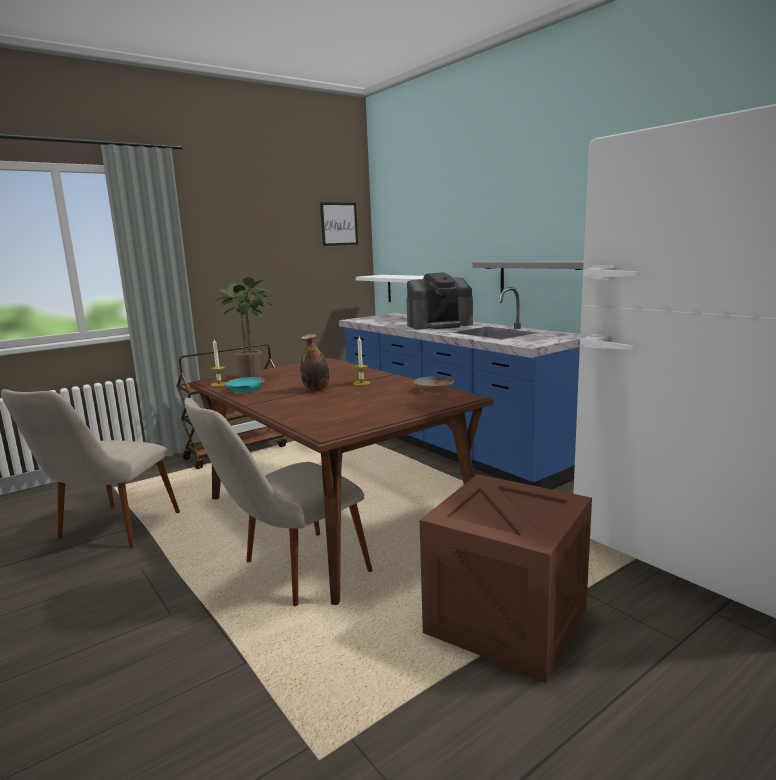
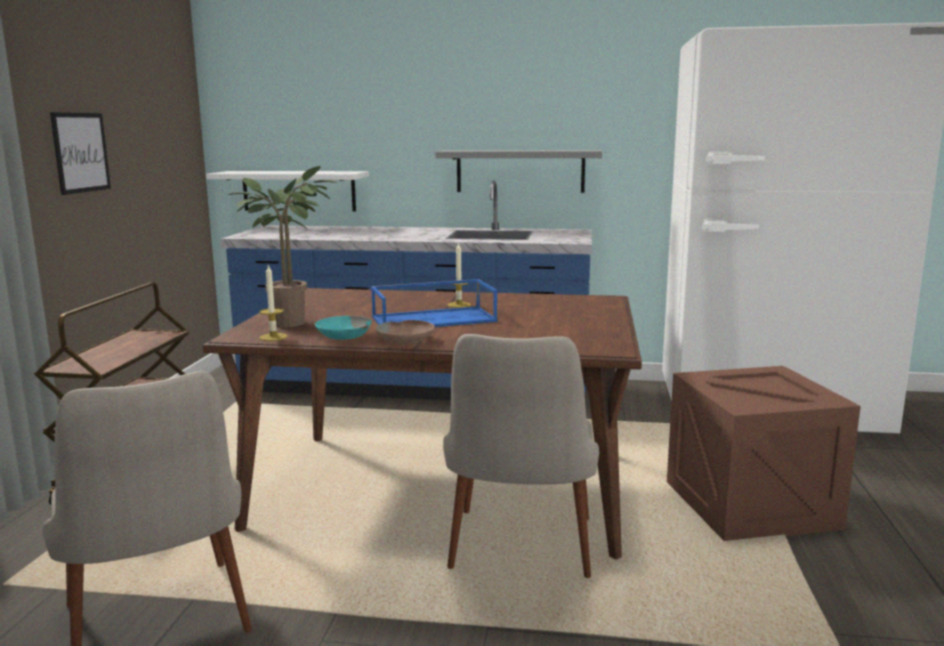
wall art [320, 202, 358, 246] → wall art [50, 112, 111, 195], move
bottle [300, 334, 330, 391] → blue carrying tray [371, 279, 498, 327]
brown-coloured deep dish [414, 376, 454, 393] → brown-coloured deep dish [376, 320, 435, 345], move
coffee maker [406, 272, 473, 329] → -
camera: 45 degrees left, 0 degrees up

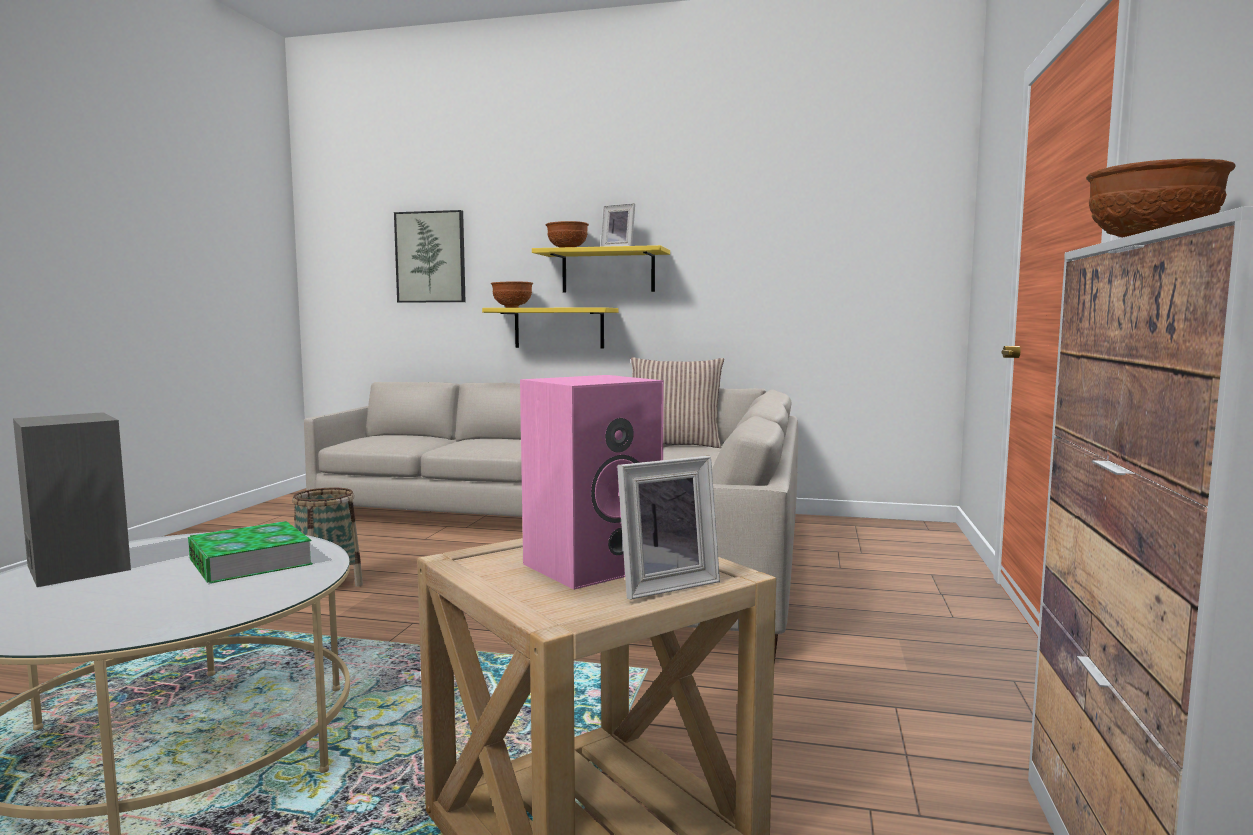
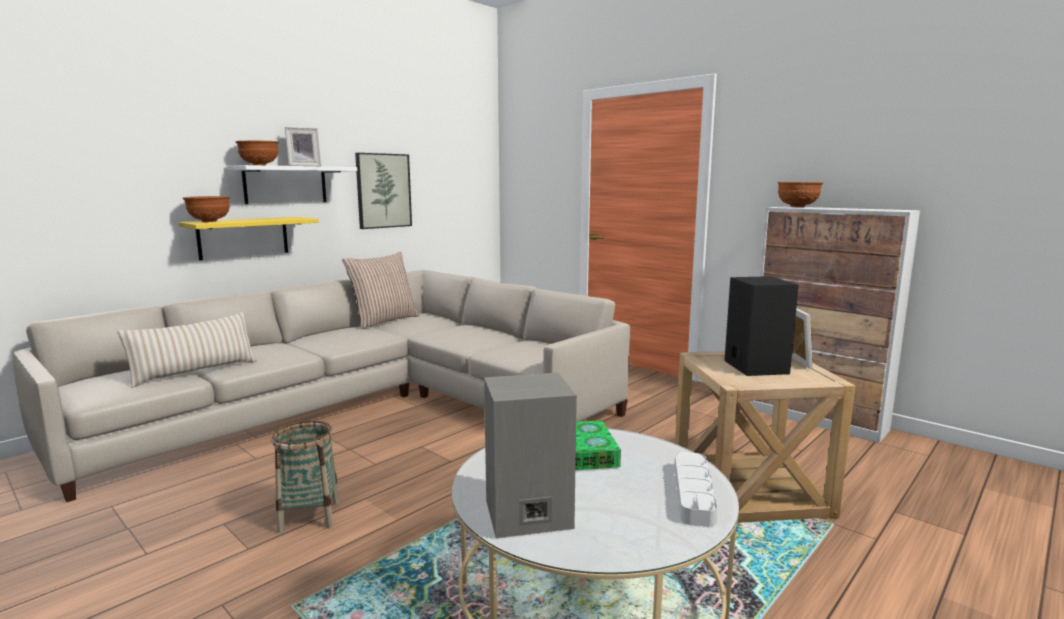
- → beige-coloured throw pillow [117, 312, 257, 388]
yellow wall shelf [532, 245, 670, 293] → white wall shelf [226, 165, 357, 204]
wall art [394, 210, 466, 303] → wall art [355, 153, 412, 229], move
- → greyish carrying tray [674, 452, 718, 527]
pinkish speaker [520, 375, 664, 590] → blackish speaker [724, 276, 799, 376]
camera: 60 degrees left, 5 degrees up

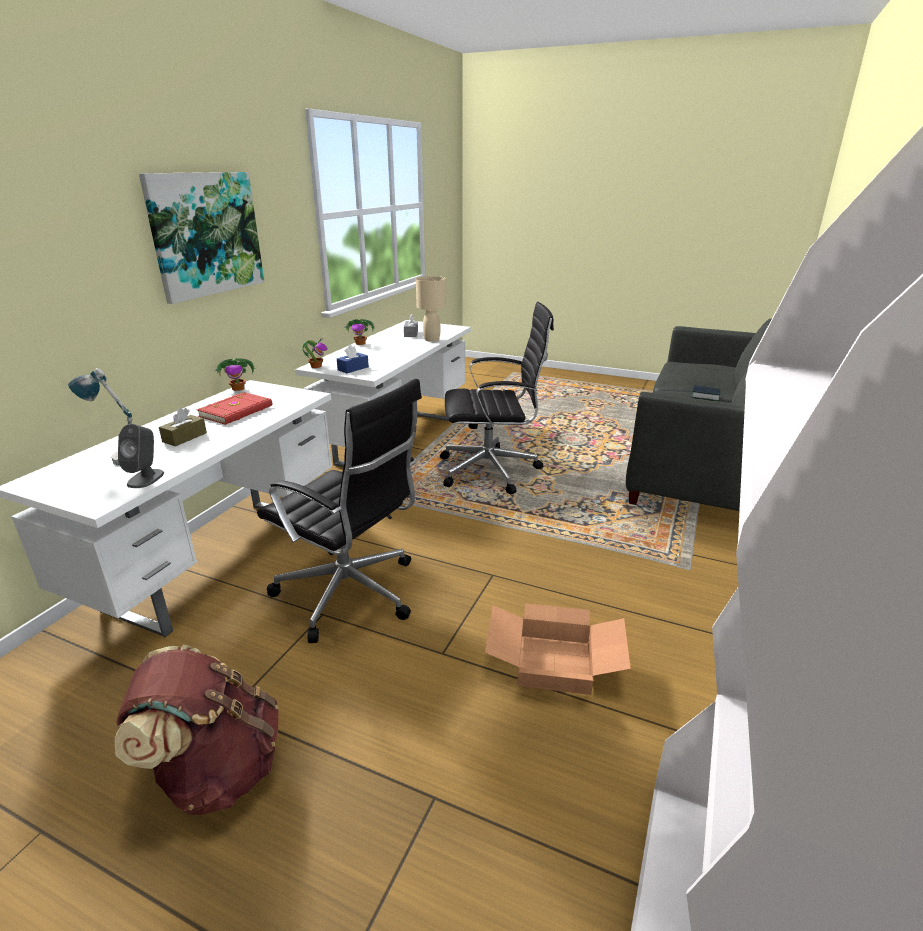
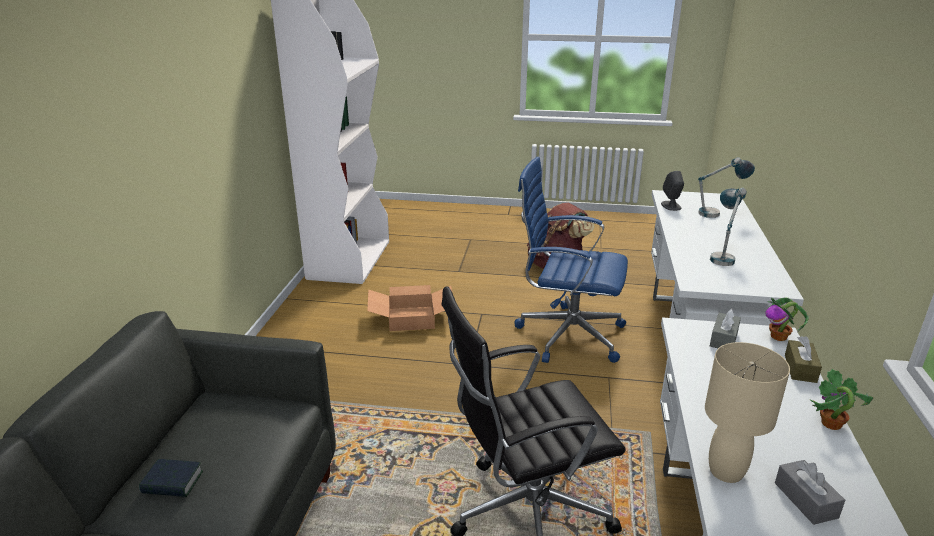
blackish desk chair [257, 379, 422, 643] → blue desk chair [514, 157, 628, 363]
reddish bound book [197, 392, 273, 425] → table lamp [710, 188, 747, 266]
blue tissue holder [337, 345, 369, 373] → greyish tissue holder [710, 309, 741, 348]
brown-coloured tissue holder [159, 408, 207, 446] → brown-coloured tissue holder [785, 336, 822, 383], move
wall art [139, 172, 264, 304] → -
potted plant [214, 358, 255, 391] → -
camera: 165 degrees right, 0 degrees up

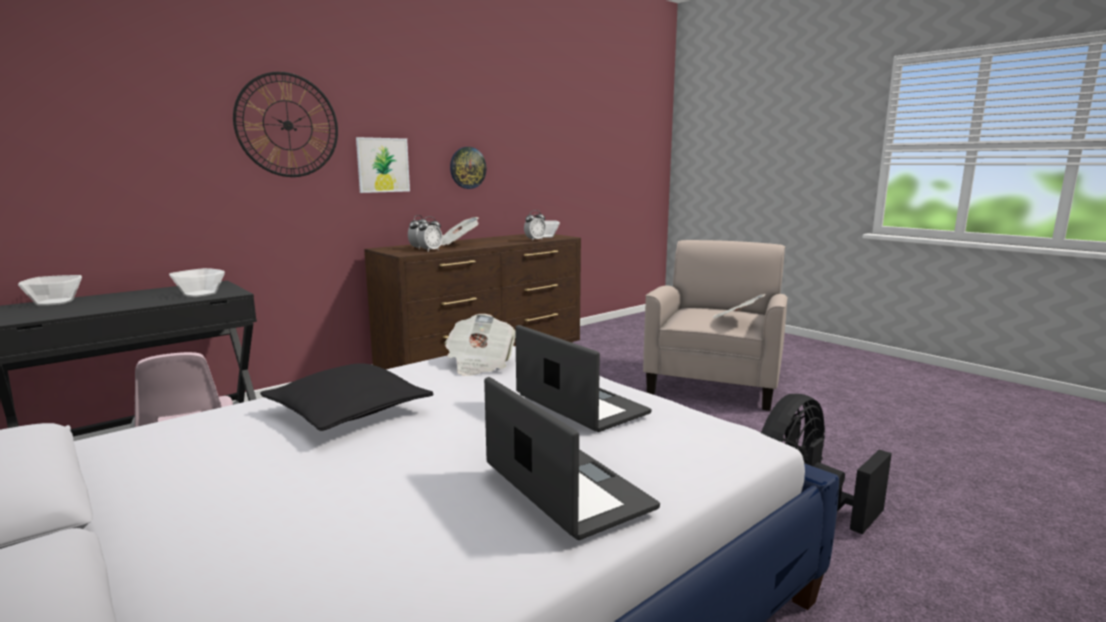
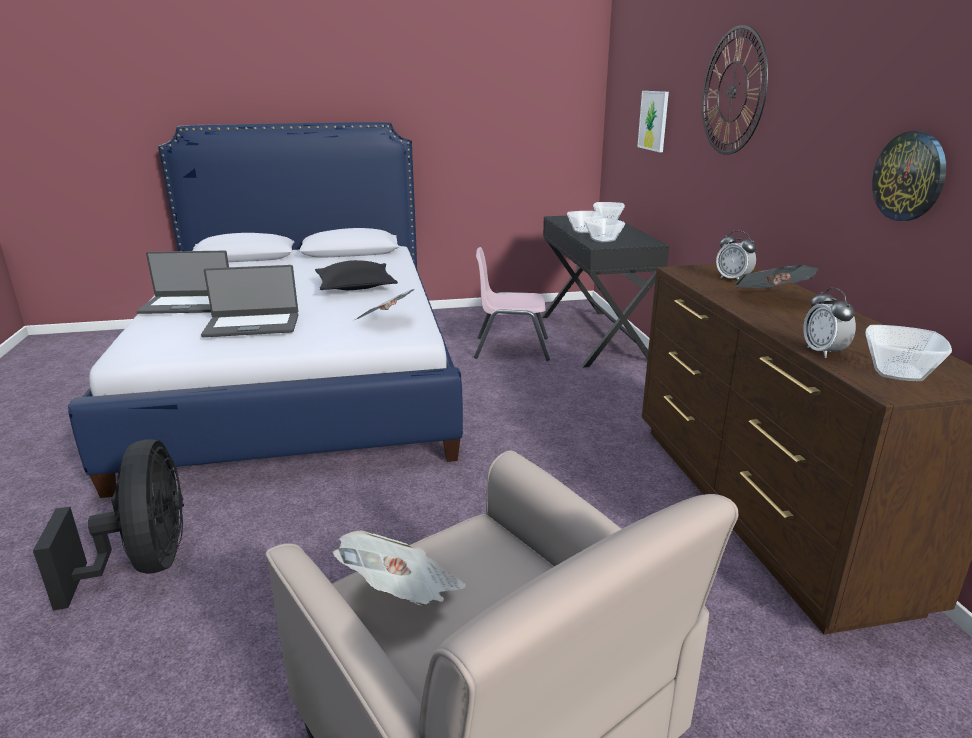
- → deep dish [567, 211, 603, 233]
wall art [356, 137, 410, 193] → wall art [637, 91, 669, 152], move
alarm clock [417, 216, 443, 251] → -
camera: 120 degrees right, 10 degrees up

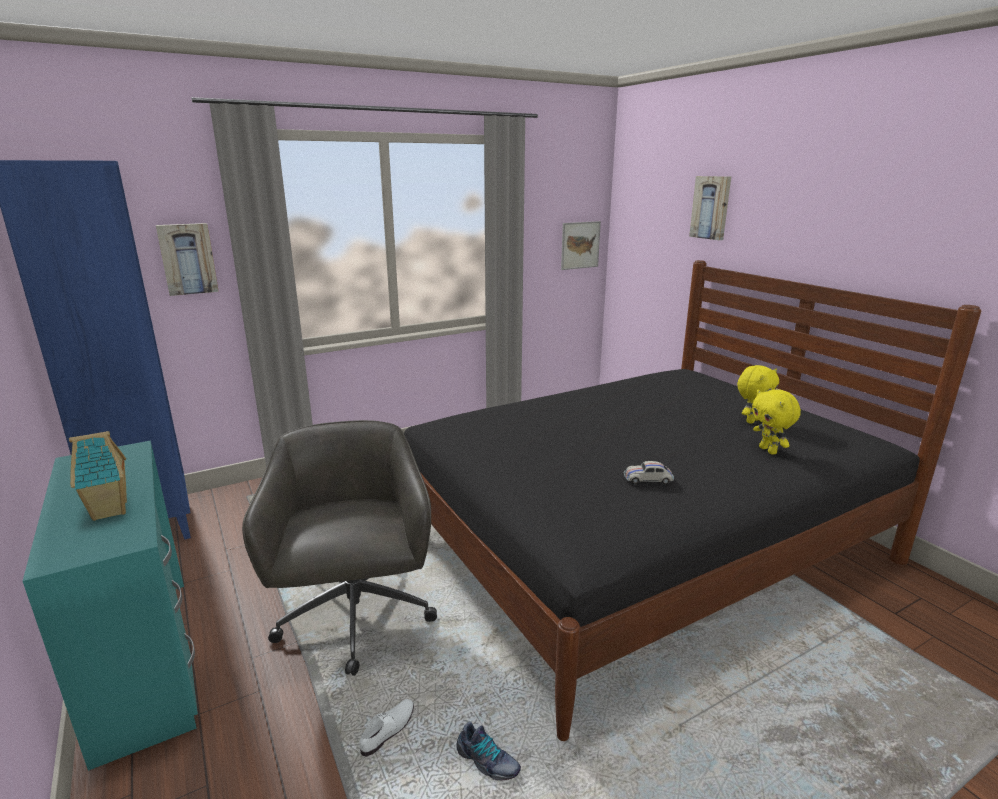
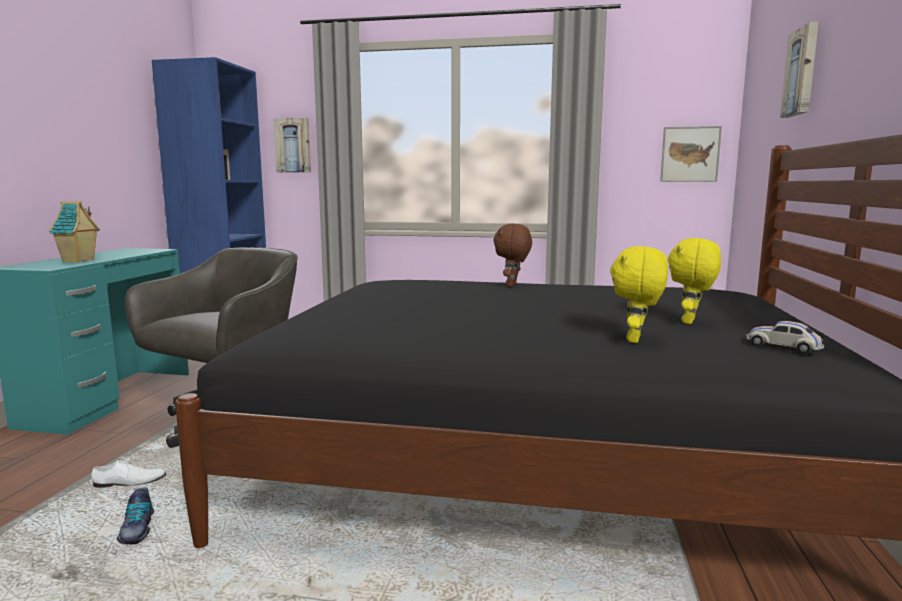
- → brown-coloured plush toy [493, 223, 532, 287]
yellow plush toy [737, 365, 779, 424] → yellow plush toy [667, 238, 721, 324], 120 degrees clockwise
white toy car [624, 461, 674, 485] → white toy car [746, 321, 824, 354], move
camera: 40 degrees right, 10 degrees down

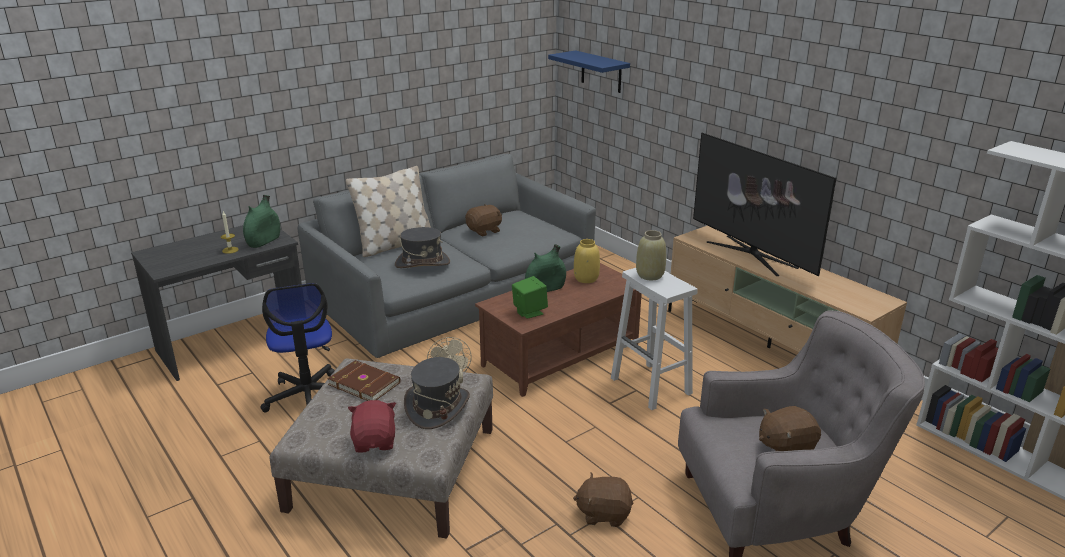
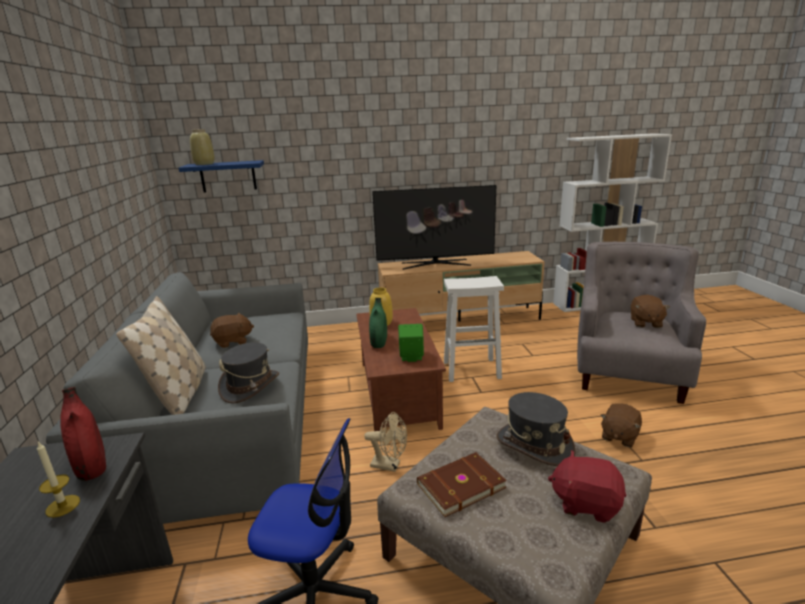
green flower vase [243, 195, 280, 248] → reddish flower vase [60, 387, 106, 481]
beige-coloured flower vase [636, 230, 666, 280] → beige-coloured flower vase [190, 129, 215, 165], move
brown-coloured plush toy [465, 204, 502, 236] → brown-coloured plush toy [210, 313, 254, 348], 75 degrees clockwise
camera: 60 degrees left, 5 degrees down

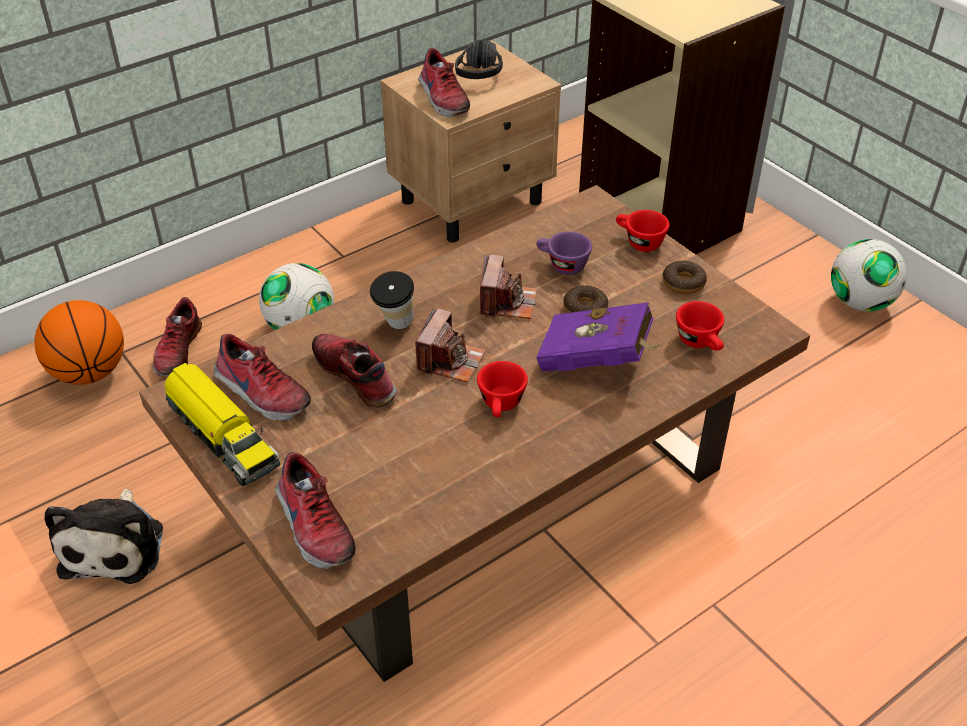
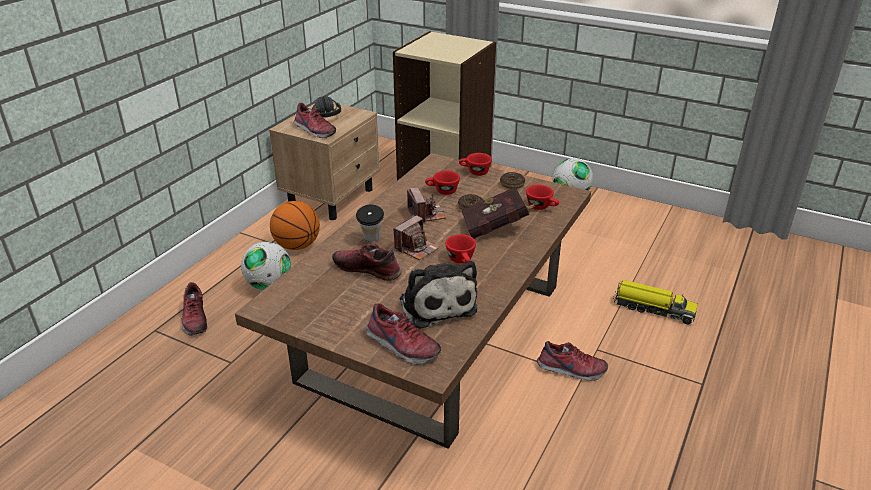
ball for basketball [34, 300, 124, 385] → ball for basketball [270, 201, 320, 250], move
photo camera [415, 308, 486, 383] → photo camera [393, 215, 440, 260], 45 degrees clockwise
plush toy [45, 489, 163, 584] → plush toy [399, 261, 477, 329], move
purple cup [536, 232, 592, 275] → reddish cup [425, 171, 460, 195]
purple bound book [536, 302, 663, 372] → reddish bound book [461, 187, 537, 239]
low shoe [214, 334, 311, 421] → low shoe [537, 341, 608, 381], move
model truck [165, 363, 280, 486] → model truck [613, 280, 698, 324], move
camera: 25 degrees left, 10 degrees down

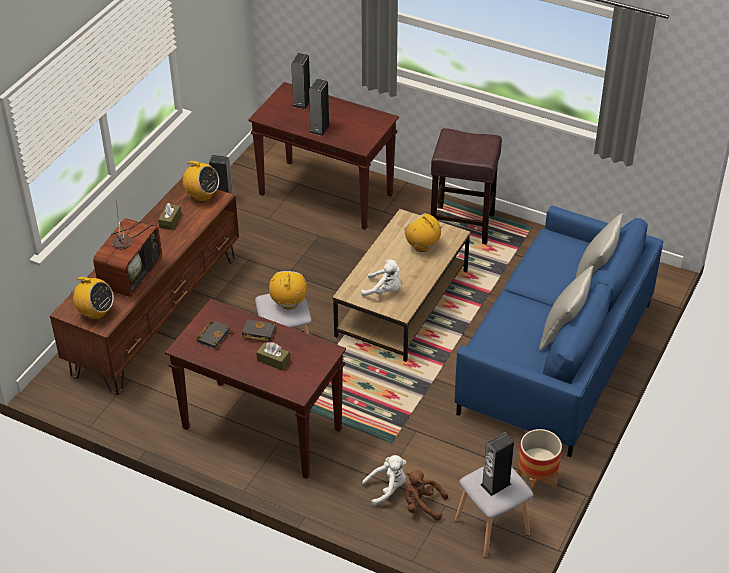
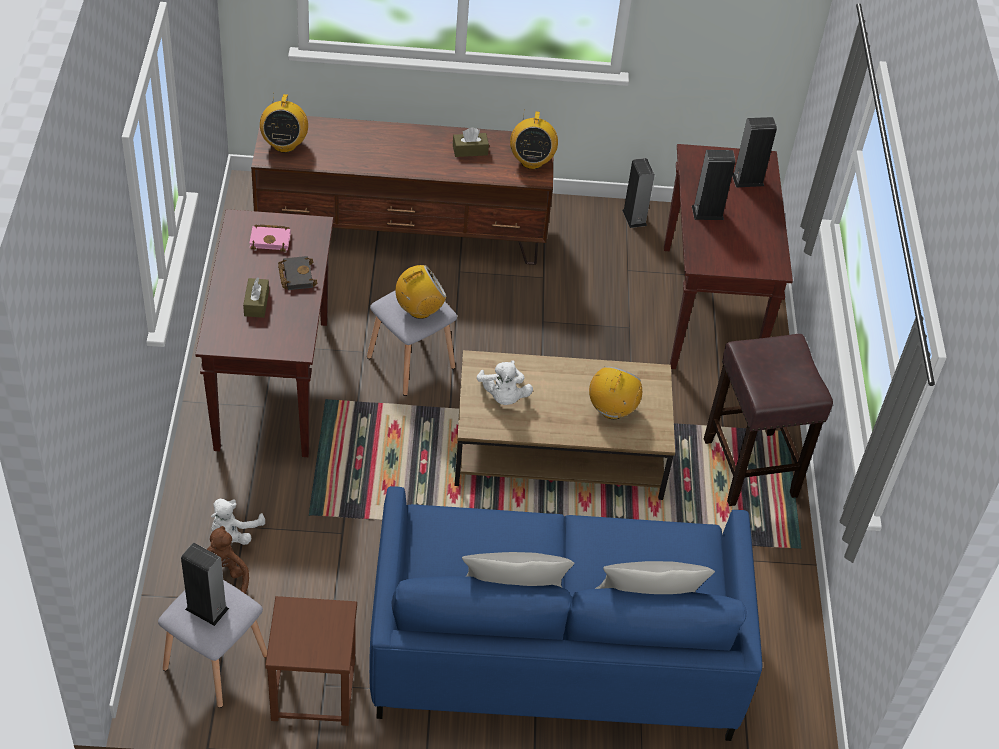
white plush toy [362, 455, 406, 506] → white plush toy [211, 499, 265, 545], 75 degrees clockwise
blackish bound book [196, 321, 233, 349] → pinkish bound book [249, 224, 291, 252]
plant pot [517, 429, 562, 491] → brown-coloured stool [265, 596, 357, 726]
TV [93, 200, 162, 297] → -
camera: 60 degrees right, 5 degrees up

